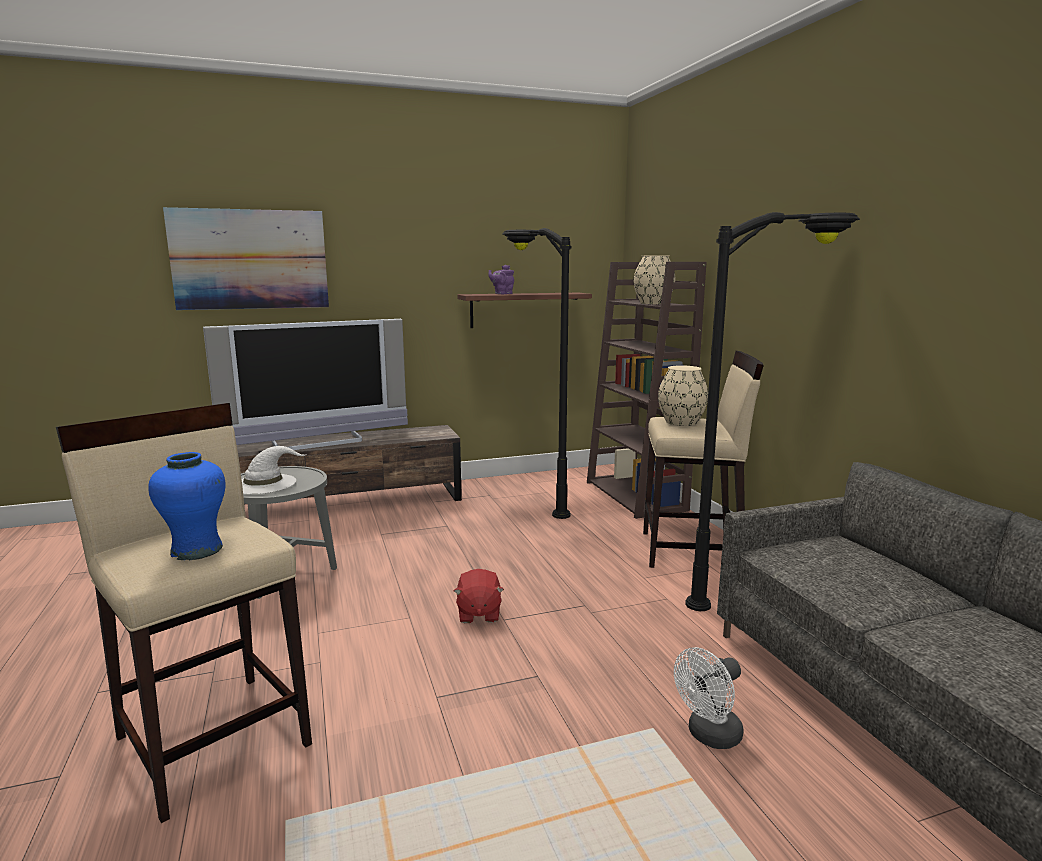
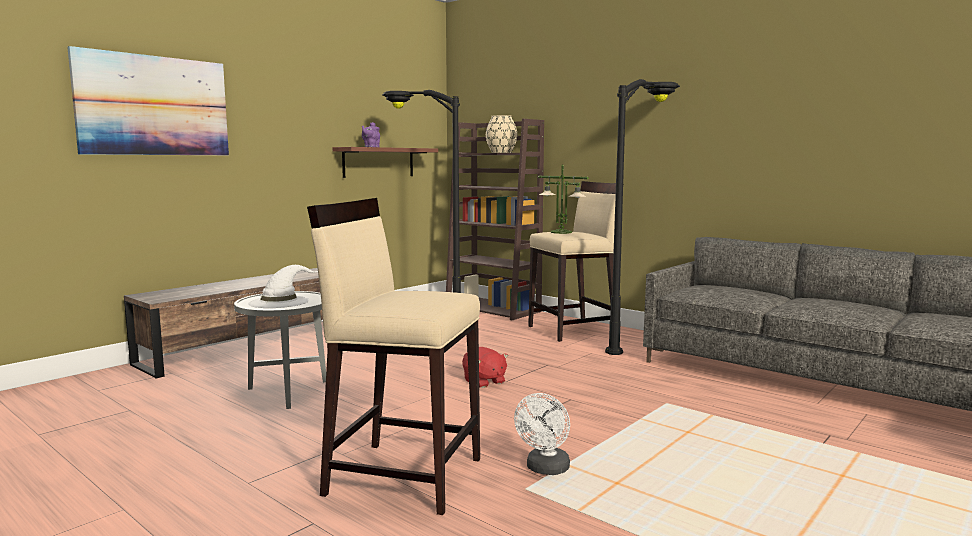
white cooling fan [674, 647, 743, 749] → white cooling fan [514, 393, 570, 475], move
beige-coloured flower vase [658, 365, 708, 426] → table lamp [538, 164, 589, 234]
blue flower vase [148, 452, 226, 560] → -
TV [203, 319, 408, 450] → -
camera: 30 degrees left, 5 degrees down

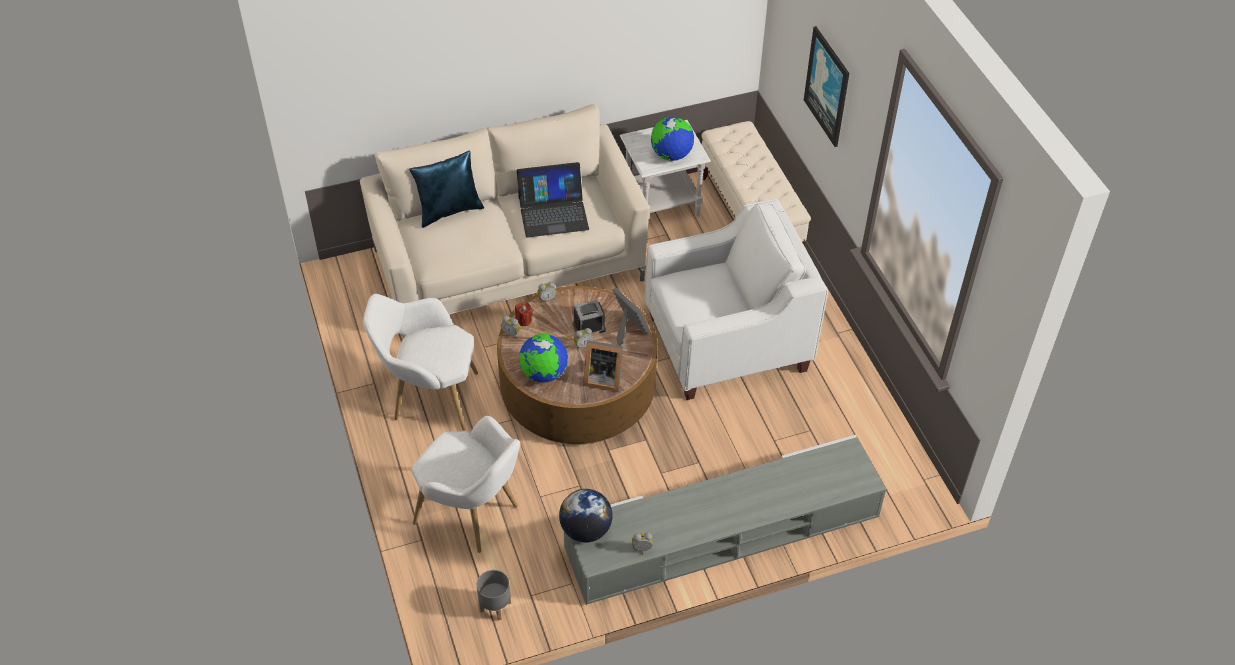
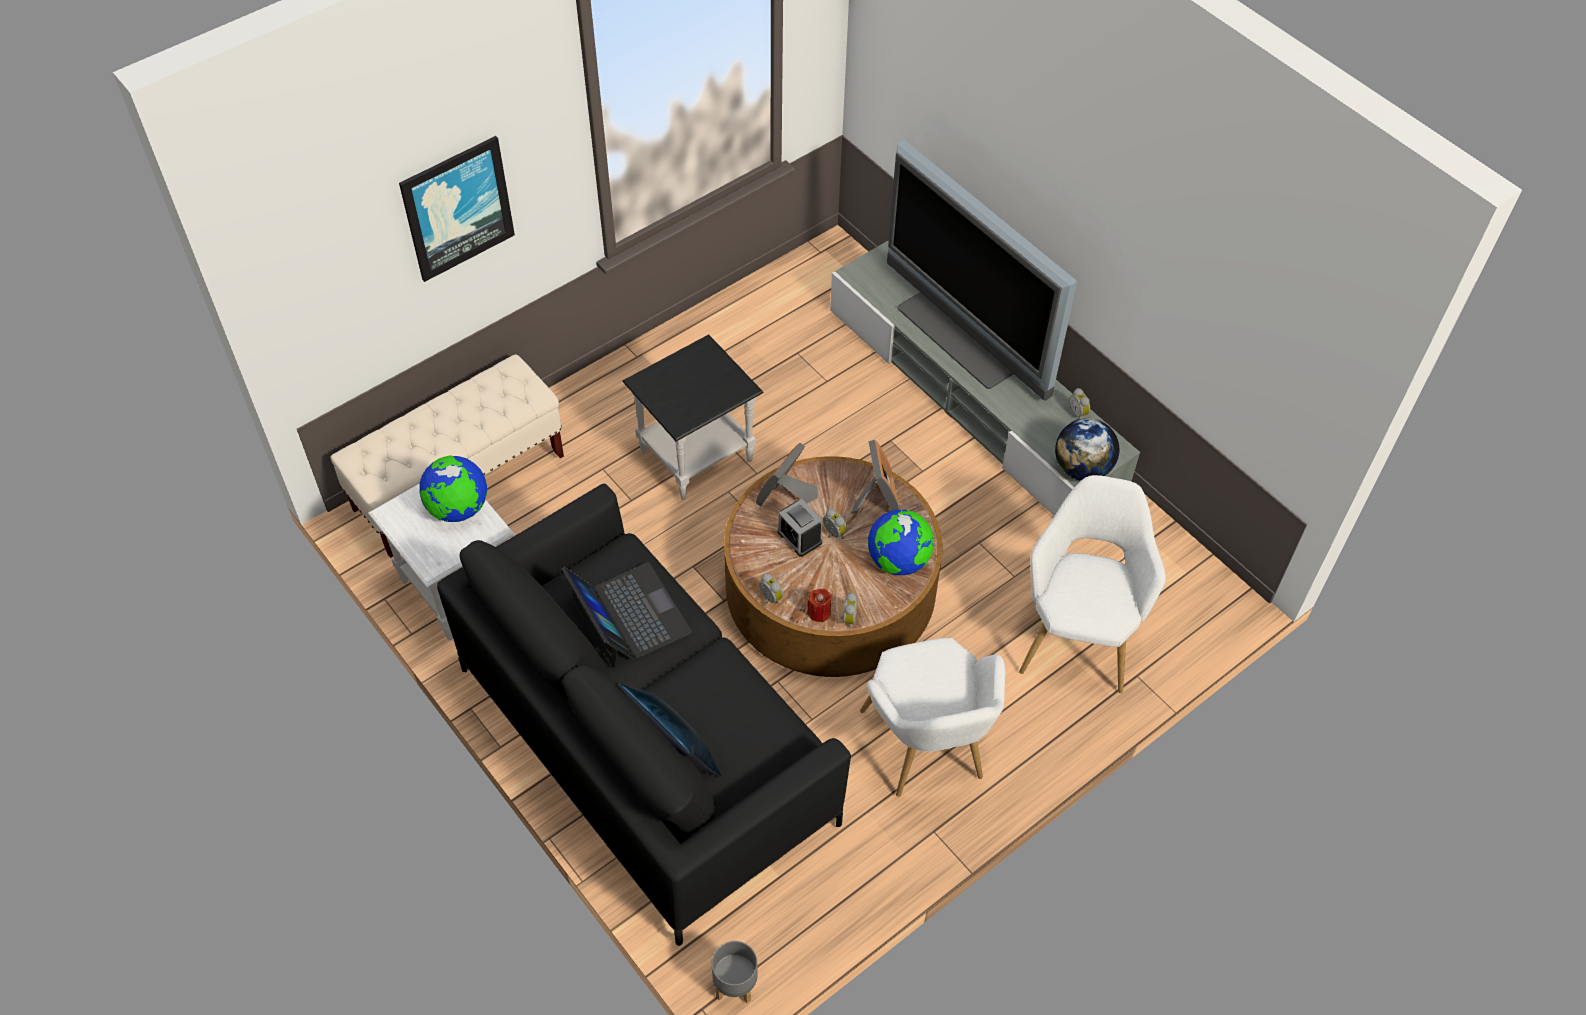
beige-coloured sofa [360, 104, 650, 314] → blackish sofa [437, 484, 851, 946]
white easy chair [645, 199, 828, 400] → blackish side table [622, 334, 764, 500]
greyish plant pot [477, 570, 511, 620] → greyish plant pot [712, 941, 758, 1003], move
- → TV [887, 140, 1077, 401]
camera: 110 degrees left, 5 degrees up

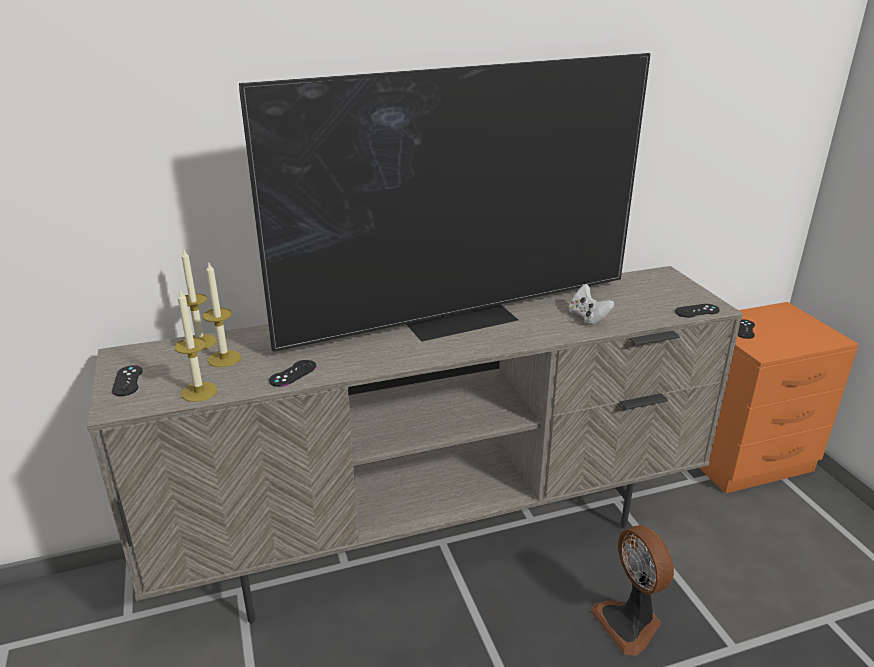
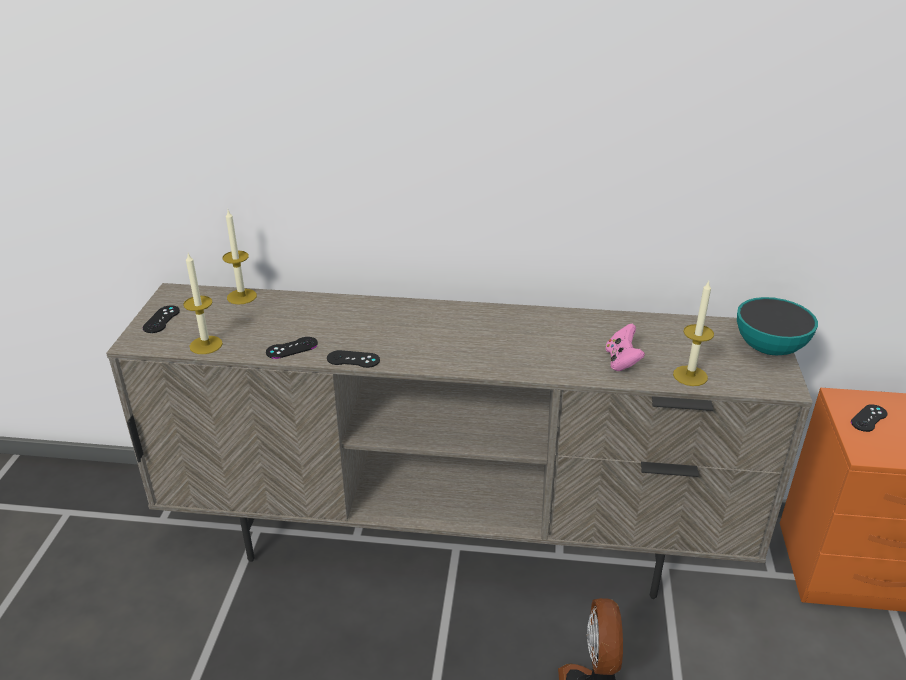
blackish gamepad [675, 304, 720, 318] → blackish gamepad [327, 350, 380, 368], move
white gamepad [569, 284, 614, 325] → pinkish gamepad [606, 324, 645, 371]
wax candle [202, 263, 241, 367] → wax candle [673, 281, 714, 386], move
- → deep dish [737, 297, 818, 355]
TV [239, 53, 651, 352] → -
camera: 25 degrees right, 5 degrees up

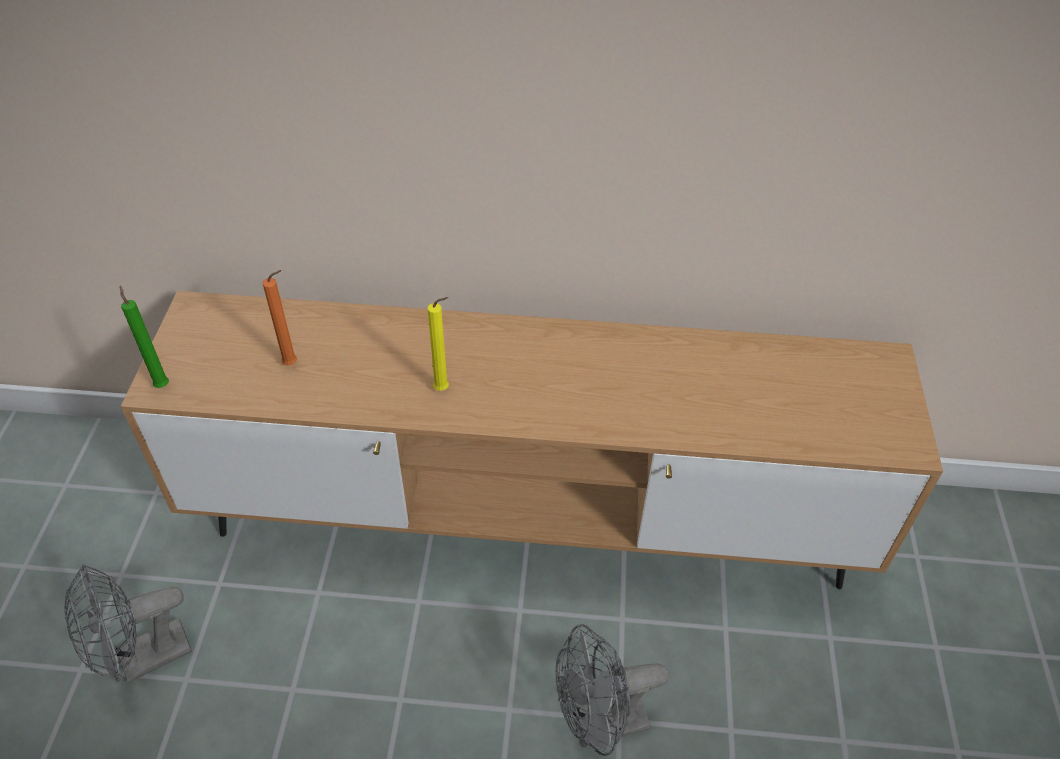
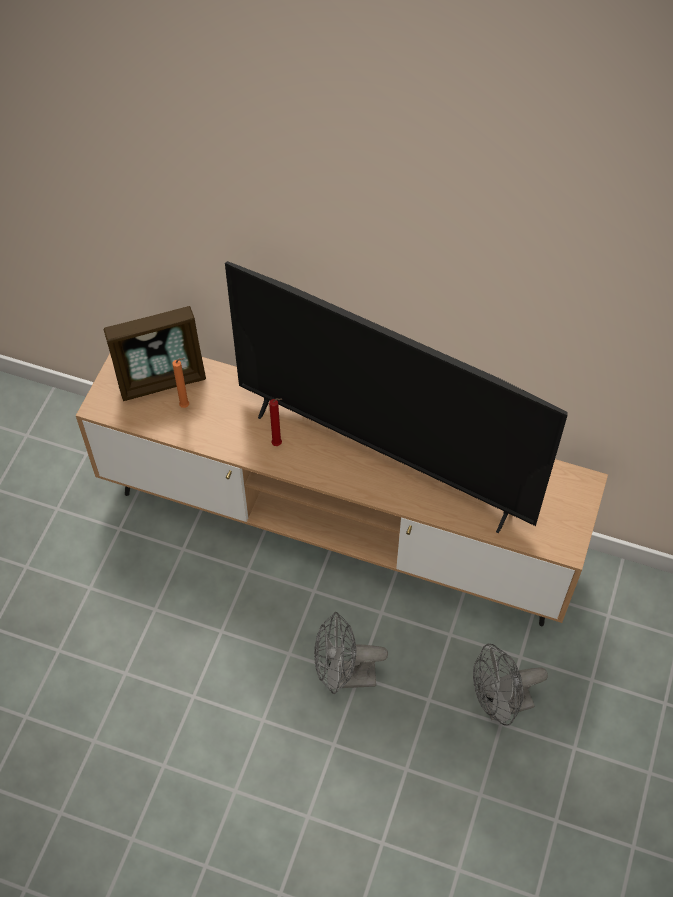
- → picture frame [103, 306, 206, 401]
- → TV [225, 261, 568, 534]
yellow wax candle [427, 297, 449, 391] → reddish wax candle [269, 398, 282, 446]
greyish cooling fan [65, 565, 192, 683] → greyish cooling fan [473, 644, 548, 726], move
green wax candle [120, 286, 169, 388] → -
camera: 15 degrees right, 10 degrees up

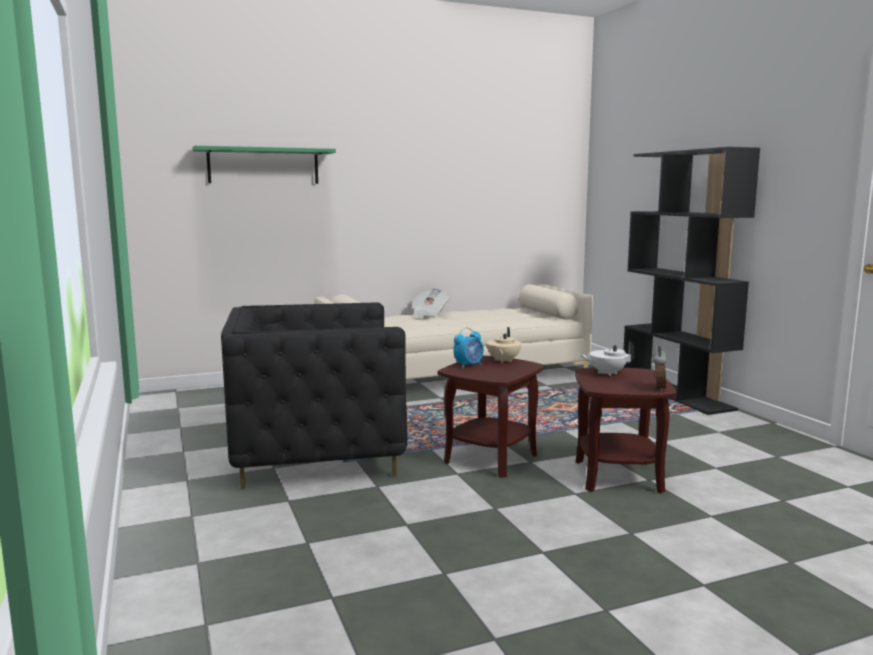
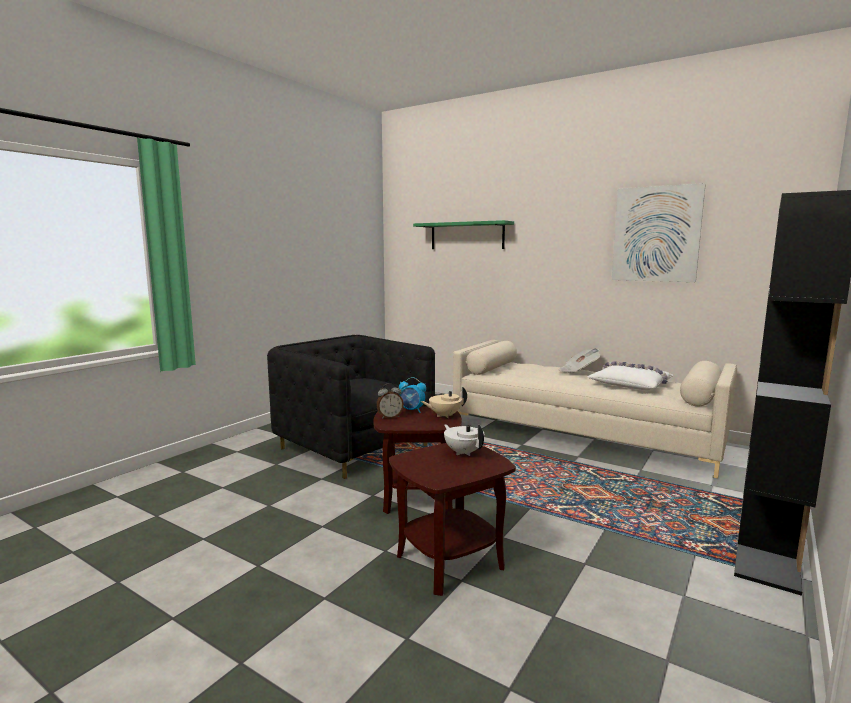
alarm clock [652, 346, 667, 392] → alarm clock [376, 383, 404, 419], move
- → white throw pillow [588, 361, 674, 390]
- → wall art [612, 183, 706, 282]
camera: 55 degrees right, 0 degrees up

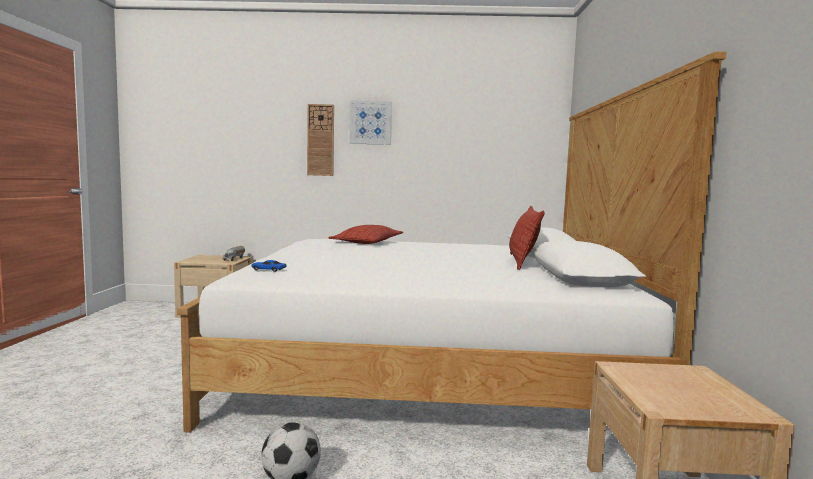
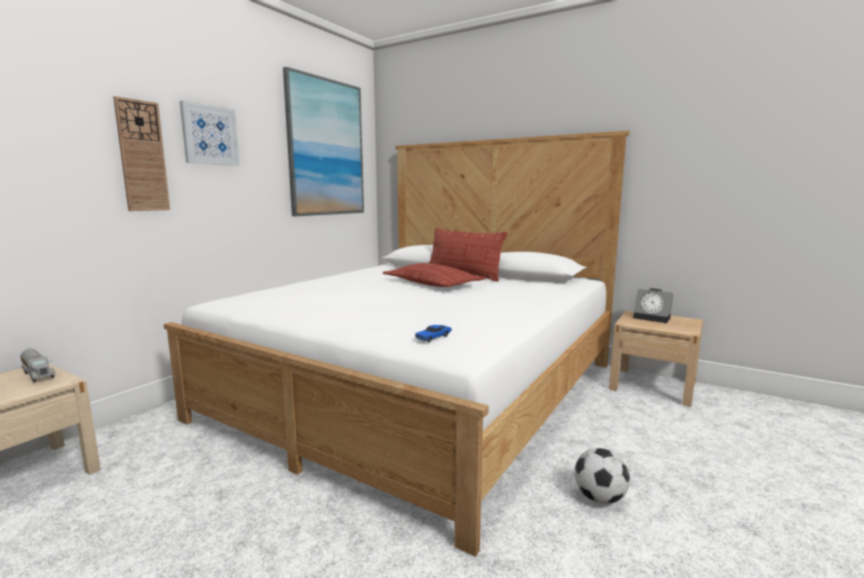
- → wall art [283, 67, 364, 216]
throw pillow [329, 225, 403, 244] → throw pillow [383, 263, 485, 287], move
- → alarm clock [633, 288, 673, 323]
camera: 60 degrees left, 5 degrees up

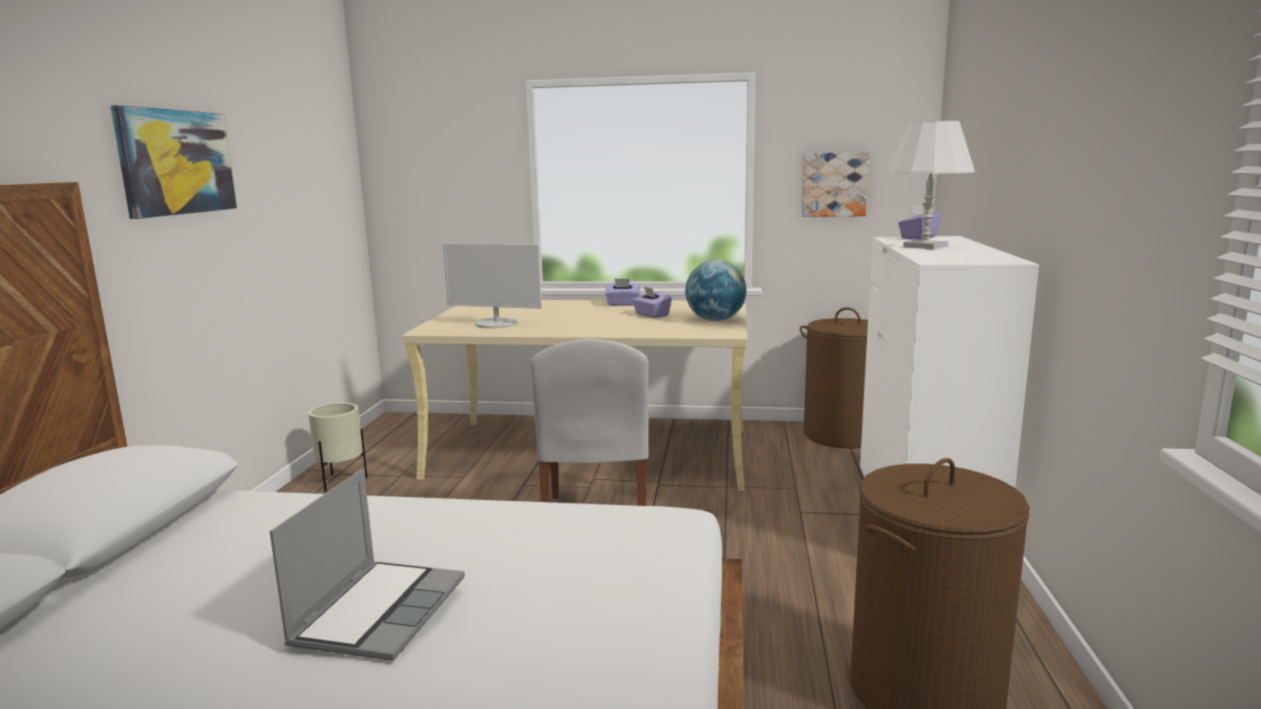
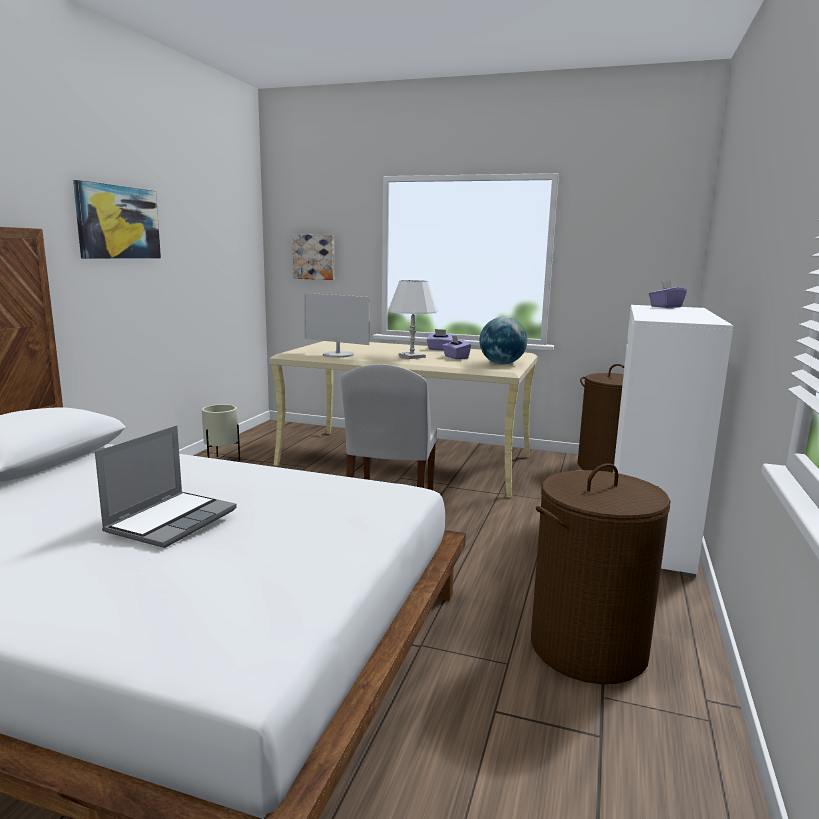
wall art [802, 152, 869, 217] → wall art [292, 234, 334, 280], move
white table lamp [888, 121, 975, 249] → white table lamp [388, 280, 438, 359], move
camera: 10 degrees right, 0 degrees up

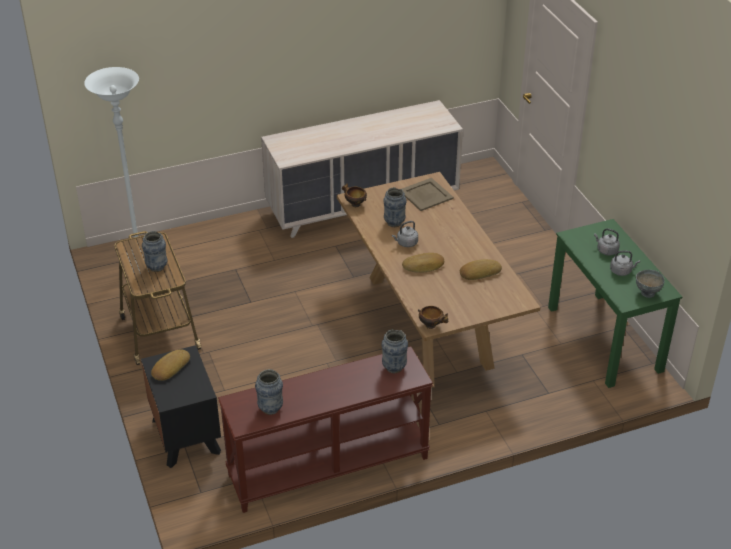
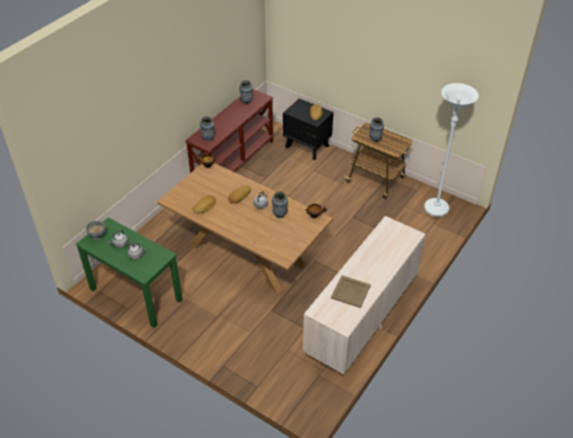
beige-coloured carrying tray [402, 178, 454, 211] → beige-coloured carrying tray [331, 275, 371, 308], move
camera: 145 degrees right, 5 degrees up

